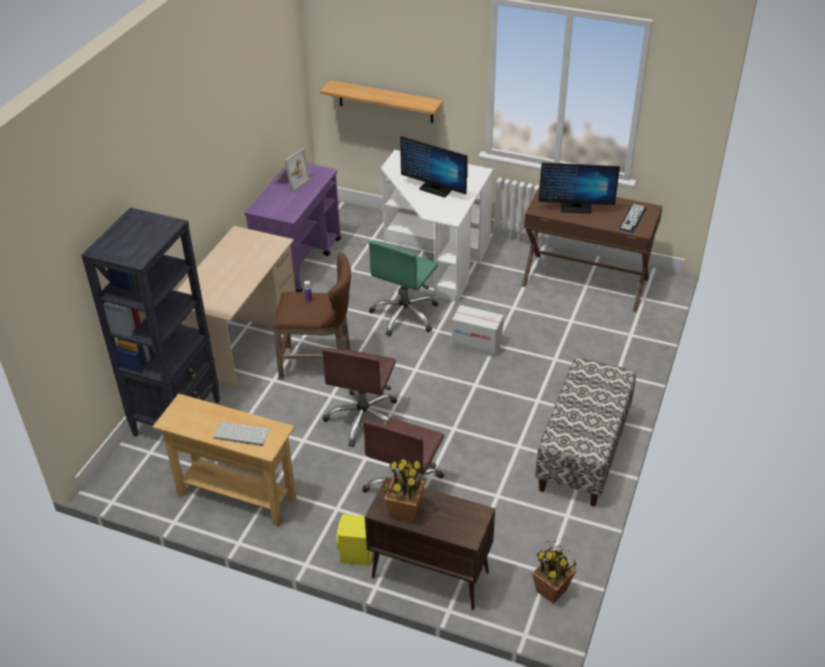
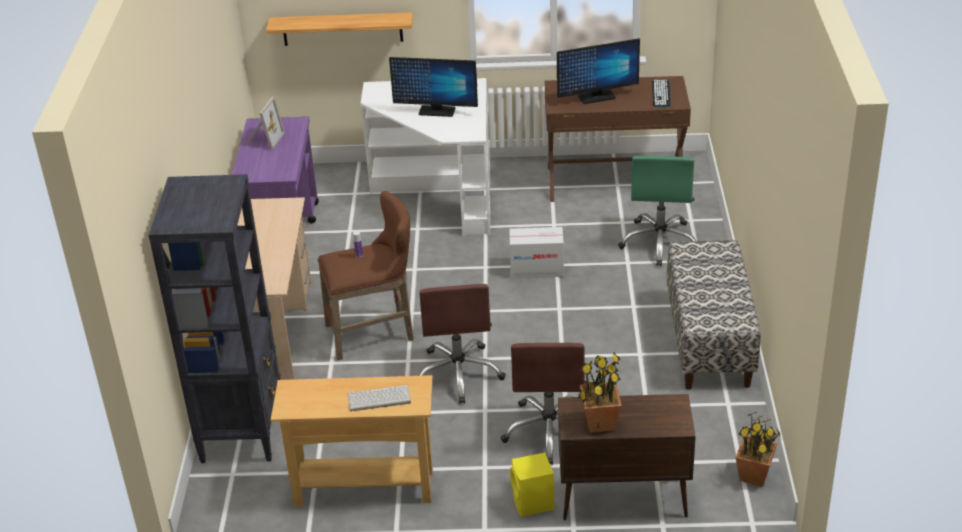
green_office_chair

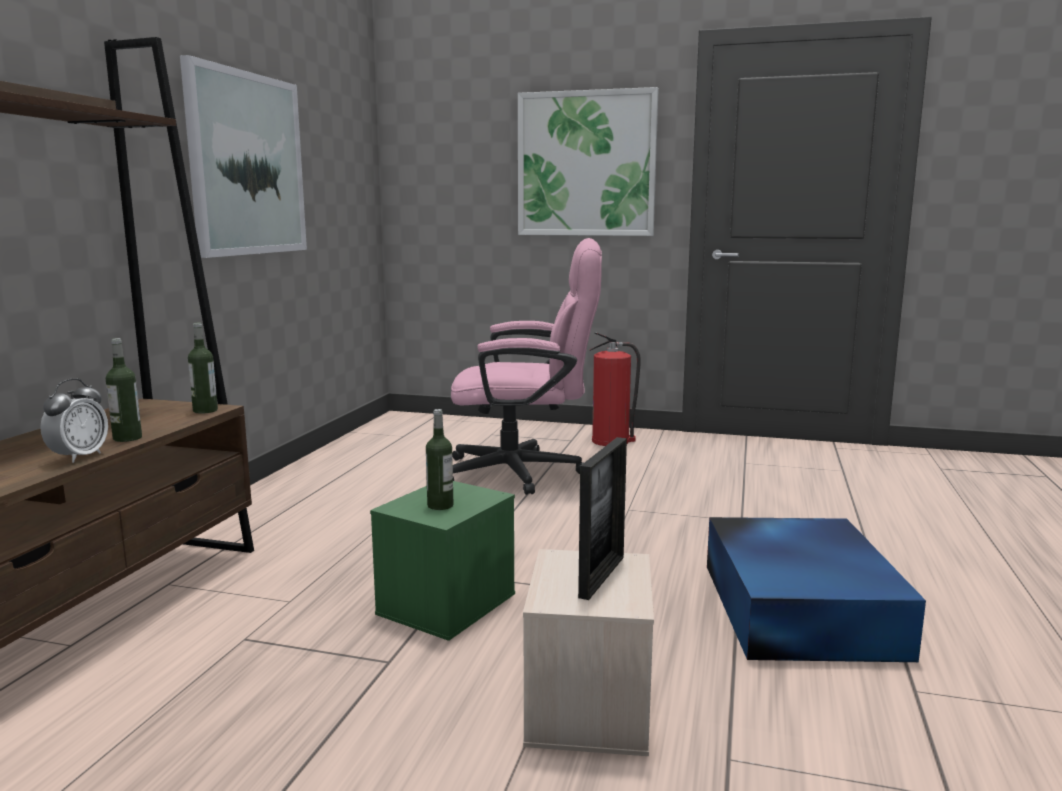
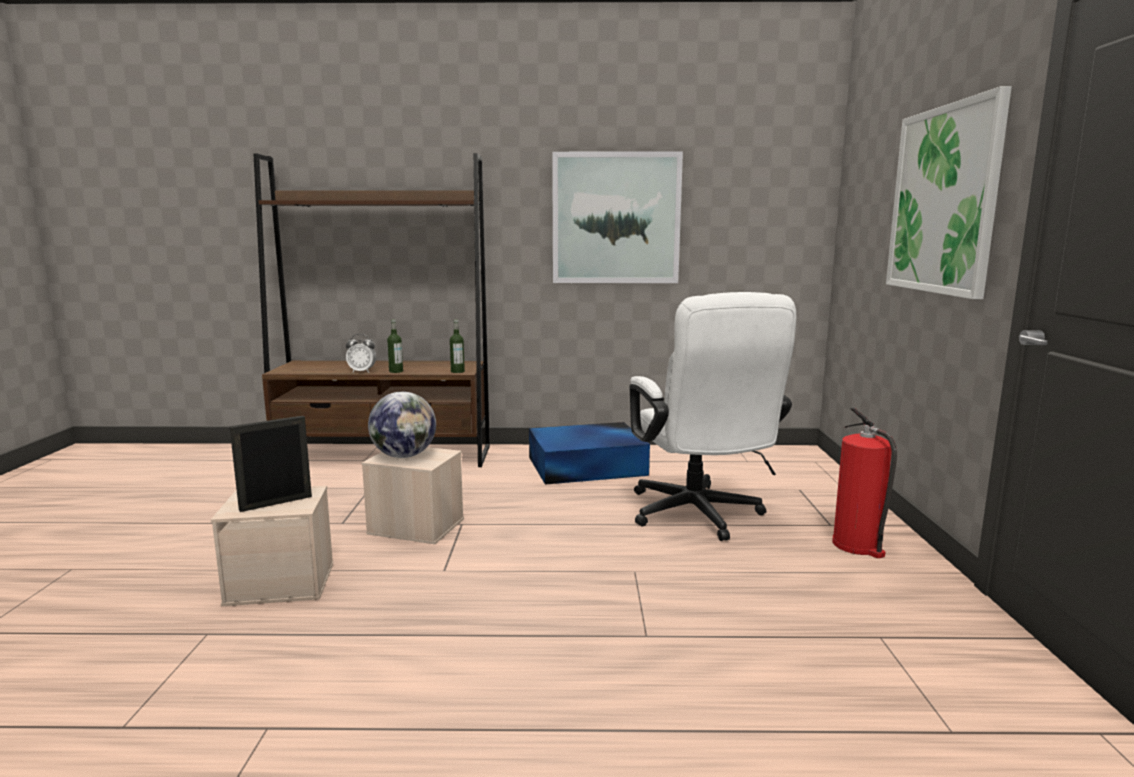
white_office_chair
globe
picture_frame
beige_storage_box (no. 2 from left)
blue_storage_box

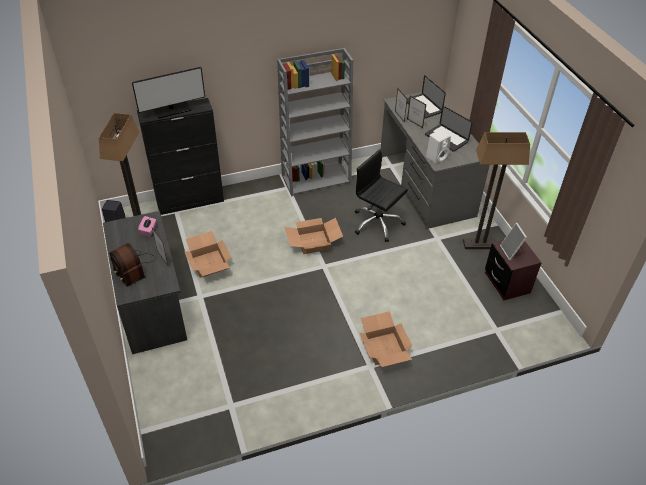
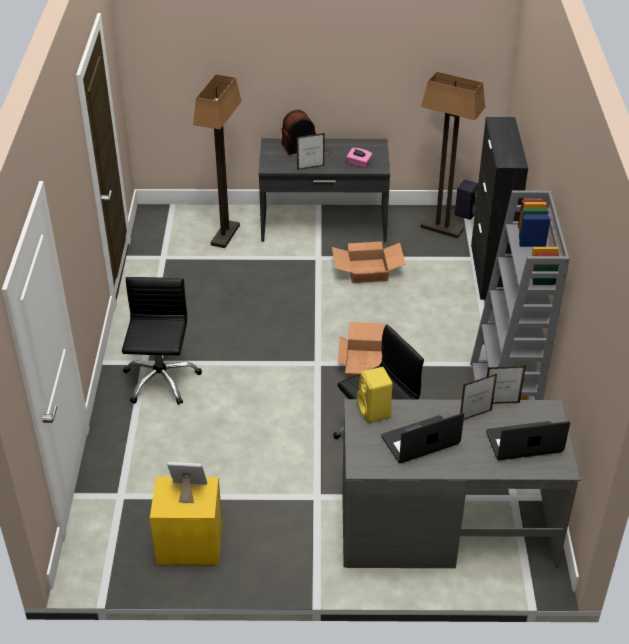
monitor
yellow_speaker
floor_lamp (no. 1 from left)
yellow_nightstand
black_office_chair (no. 1 from left)

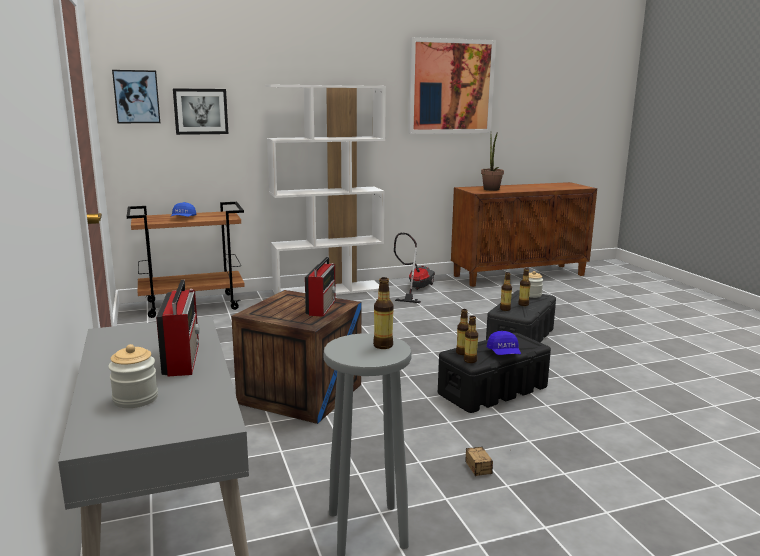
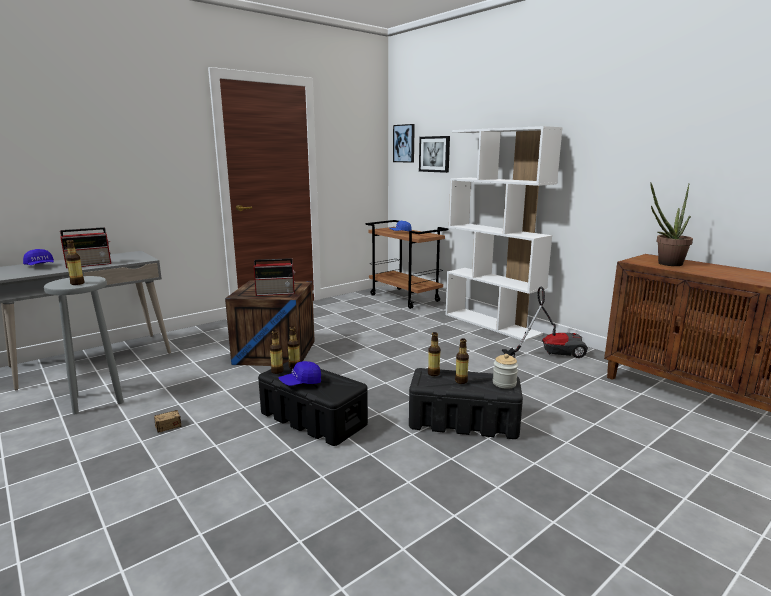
picture (no. 3 from left in the first image)
blue_cap (no. 1 from left)

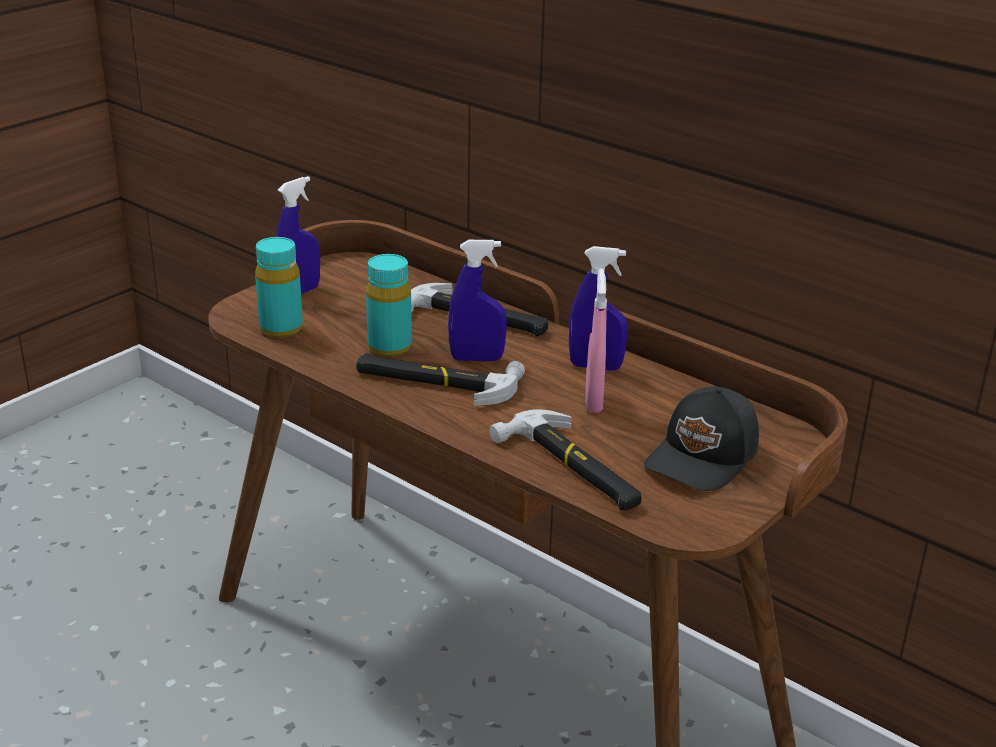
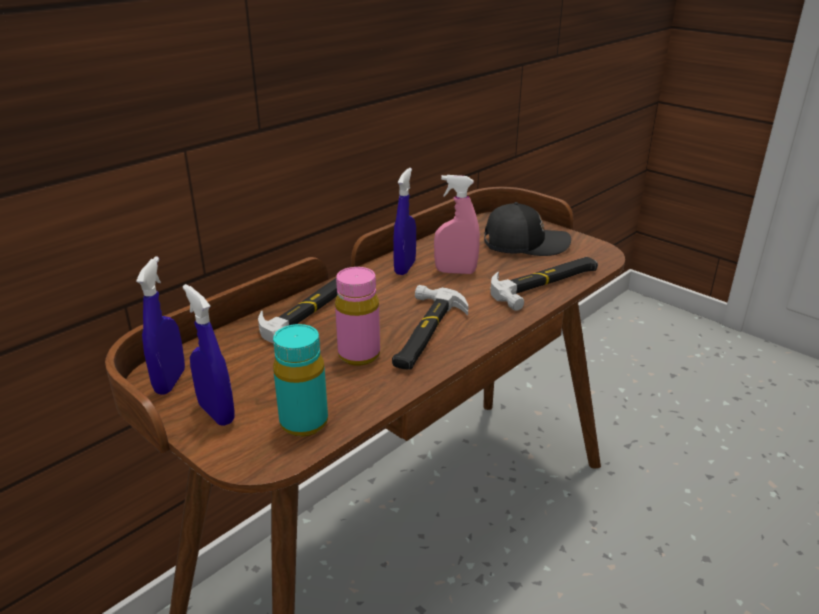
blue_spray_bottle (no. 1 from left)
pink_bottle
black_cap

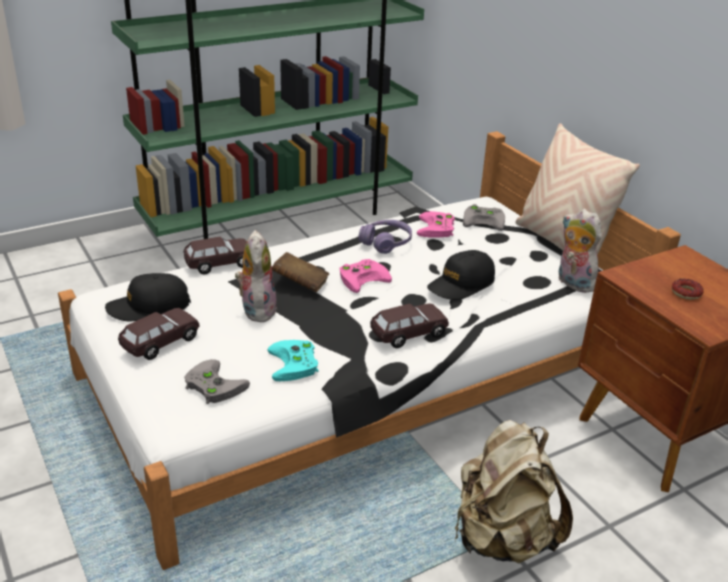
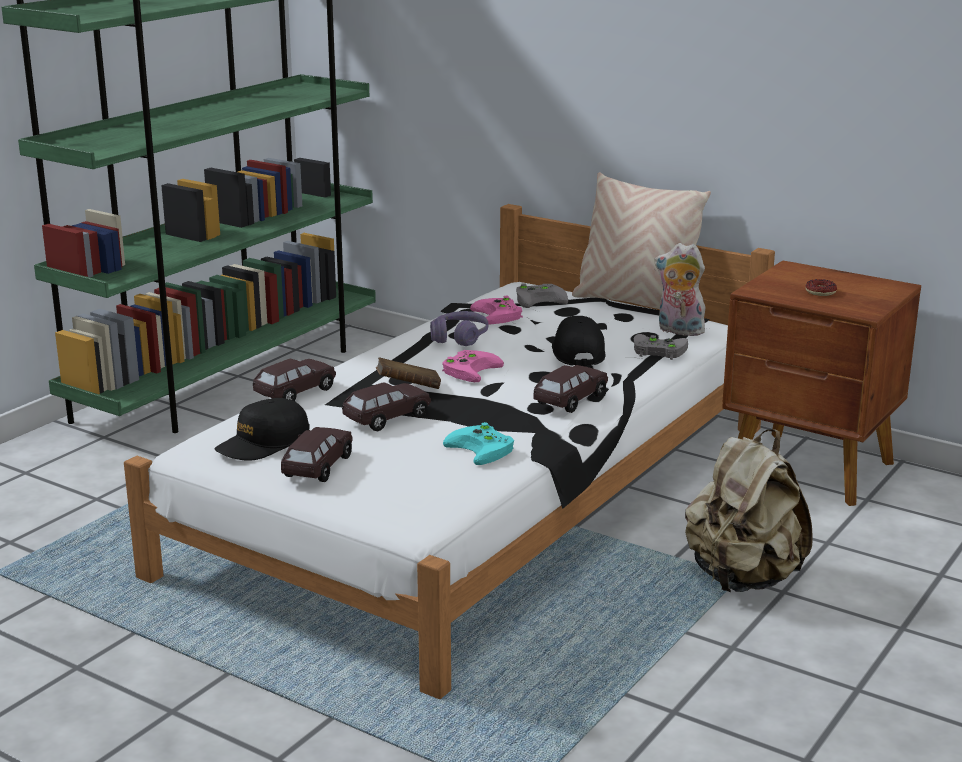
brown_toy_car (no. 3 from left)
black_cap (no. 2 from left)
grey_game_controller (no. 2 from left)

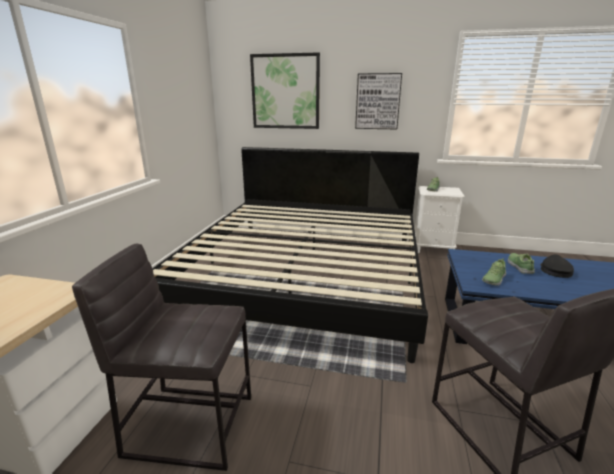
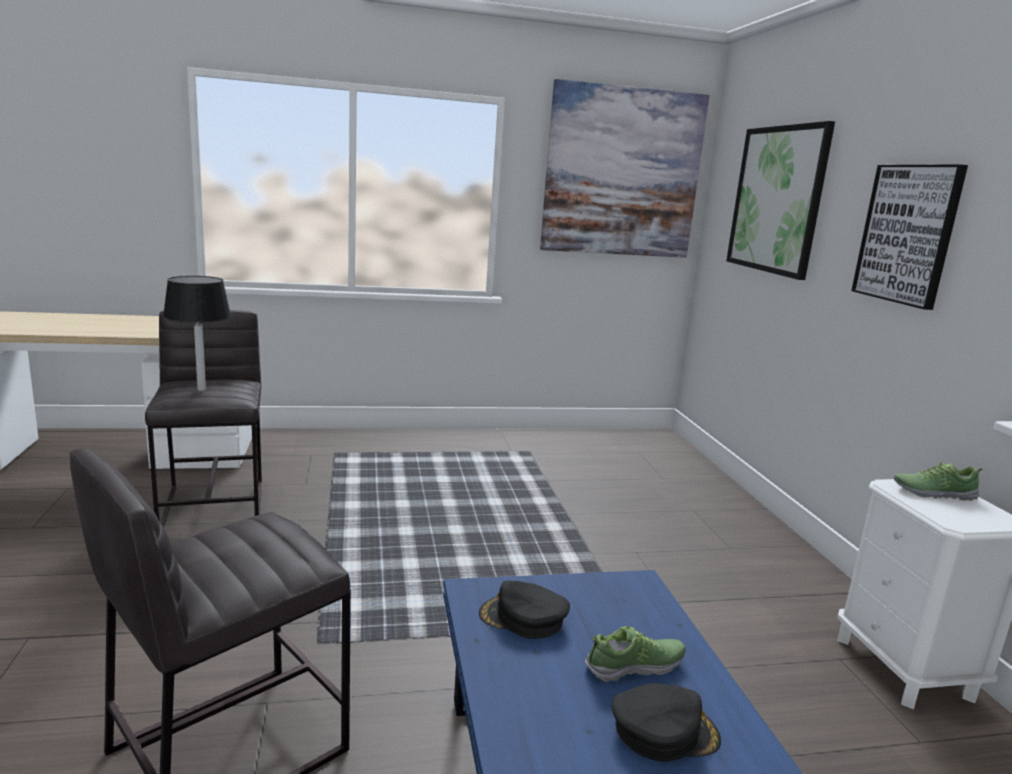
bed
black_cap (no. 1 from left)
picture (no. 1 from left)
black_table_lamp

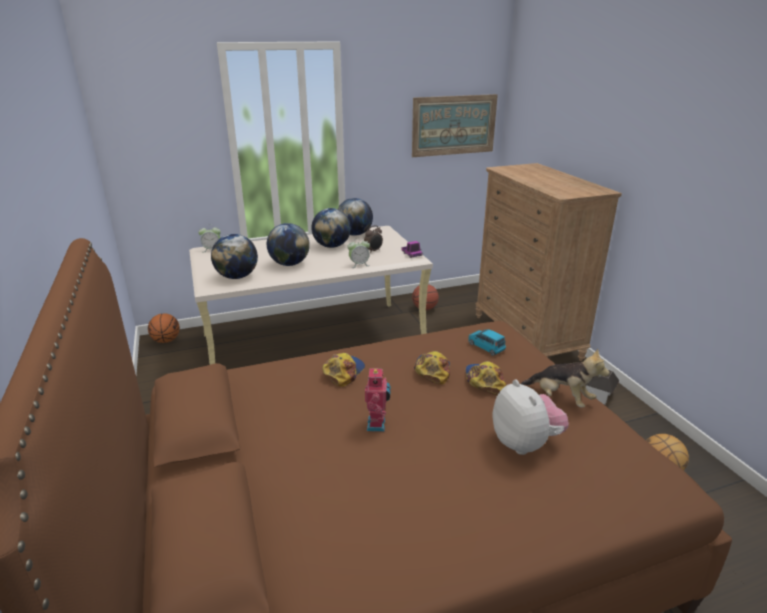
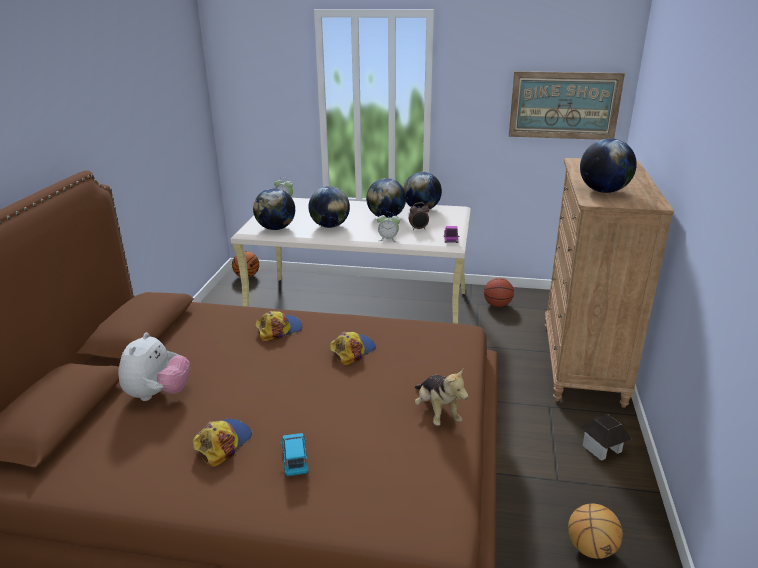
blue_toy_car
cap (no. 1 from left)
toy_robot
plush_toy (no. 1 from left)
globe (no. 5 from left)

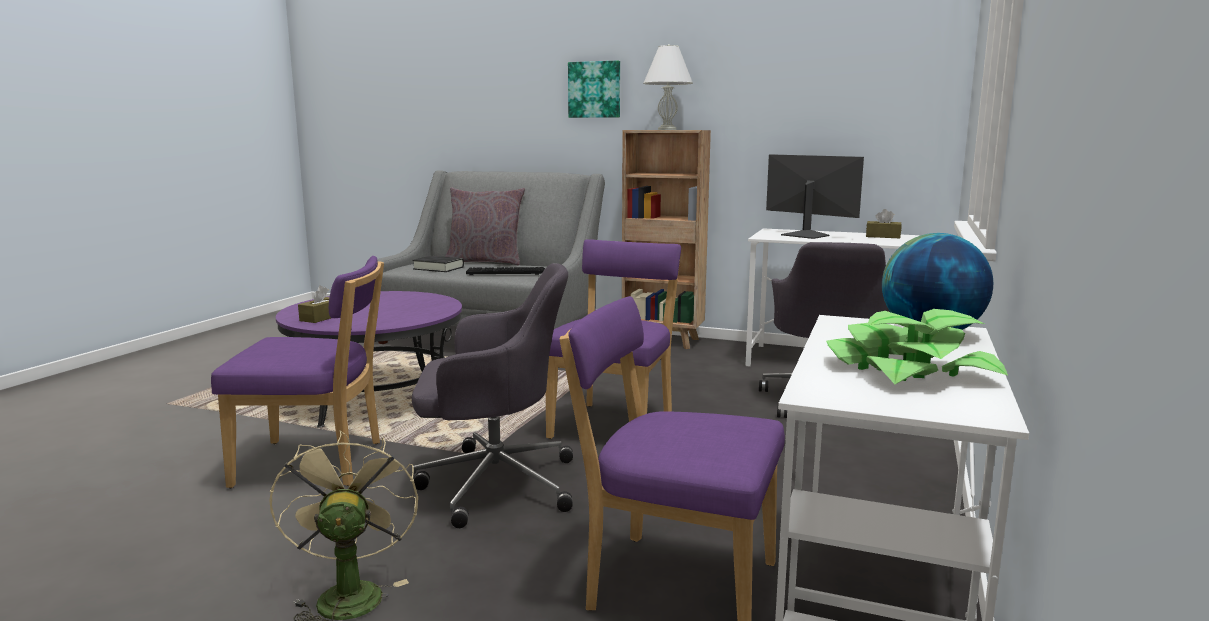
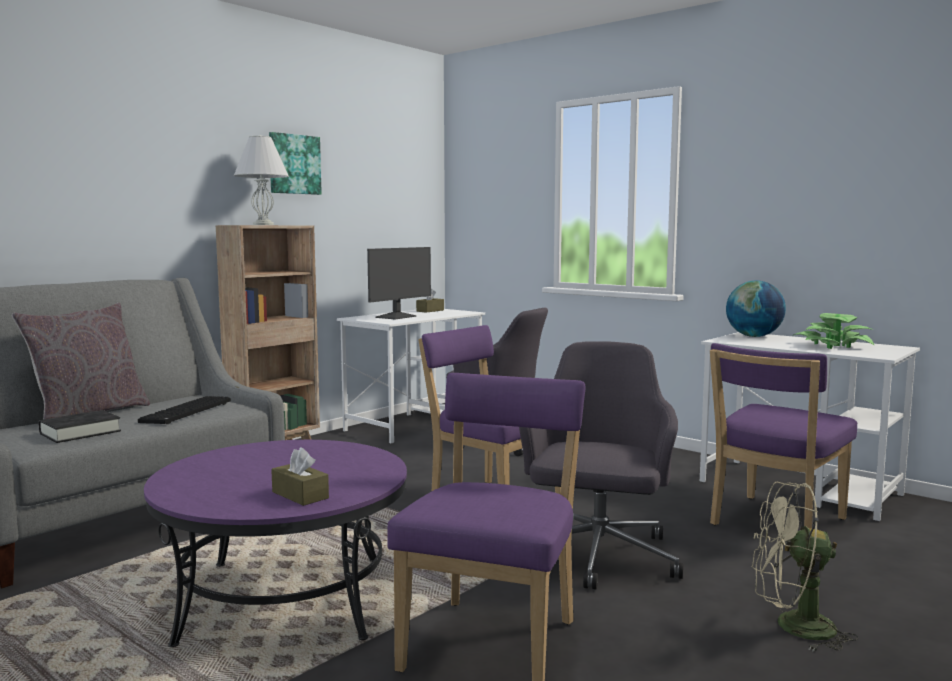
picture
monitor

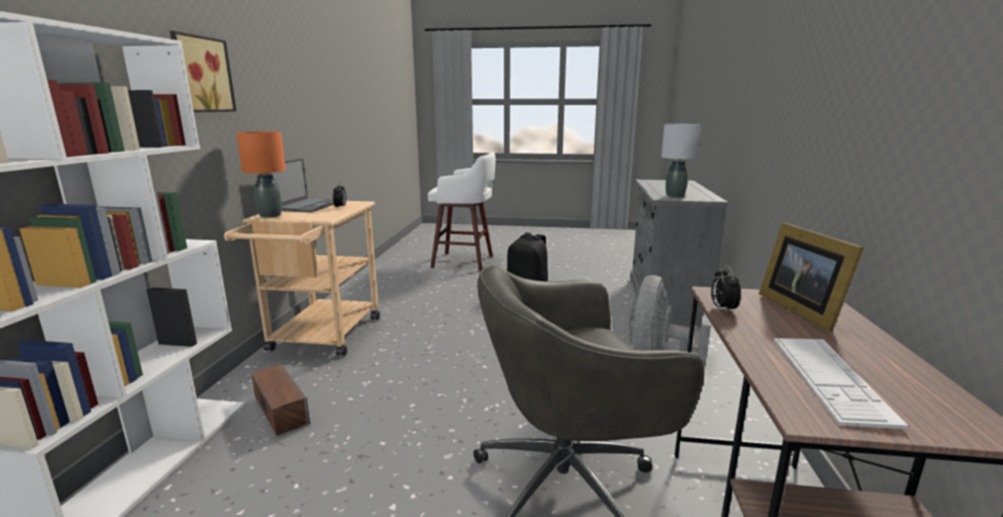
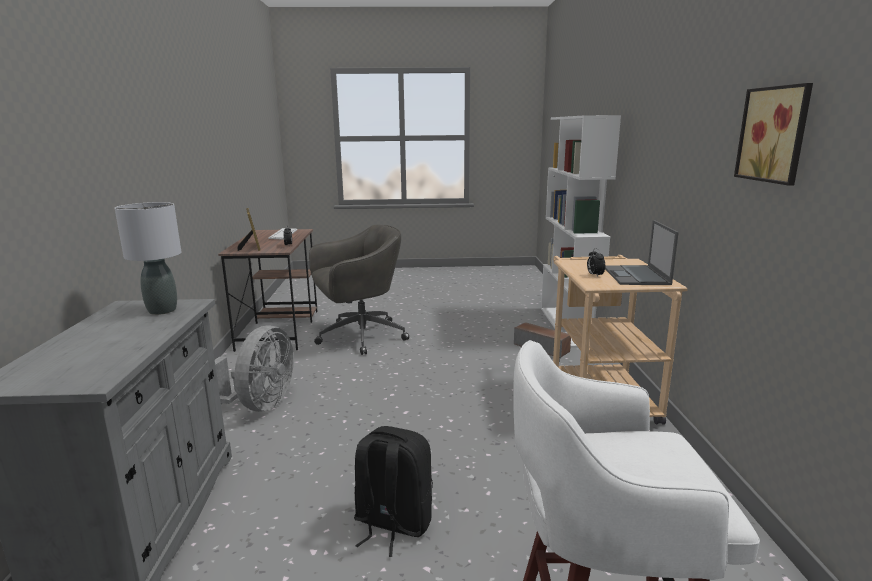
picture
orange_table_lamp

